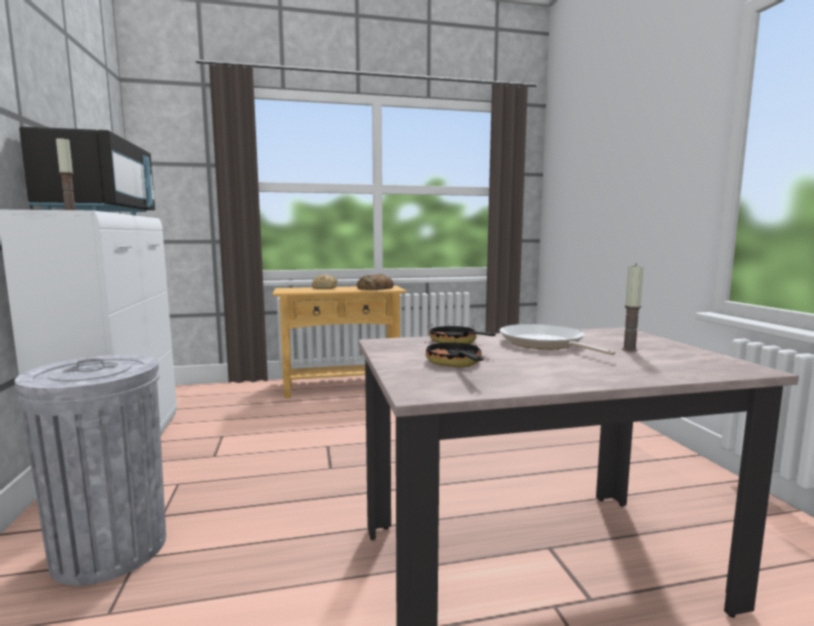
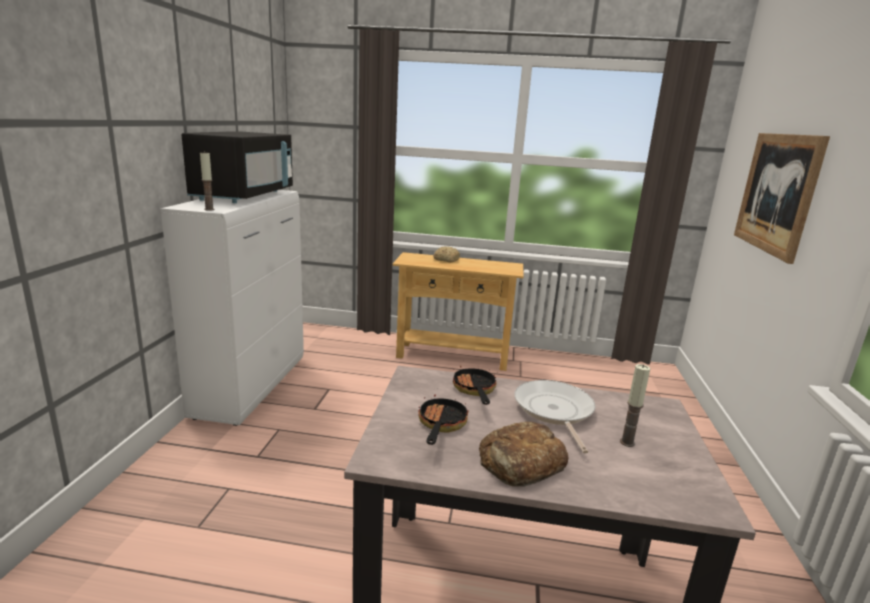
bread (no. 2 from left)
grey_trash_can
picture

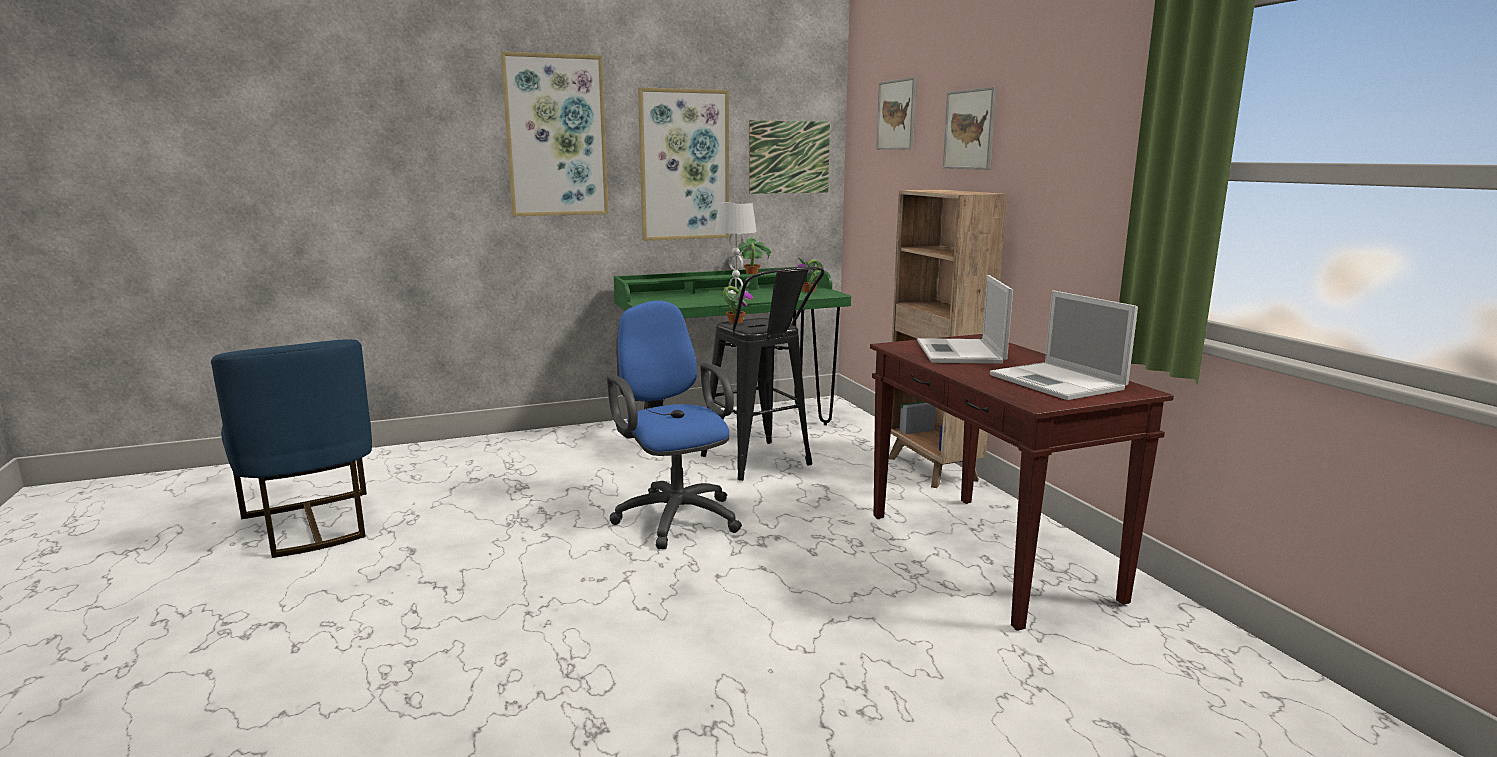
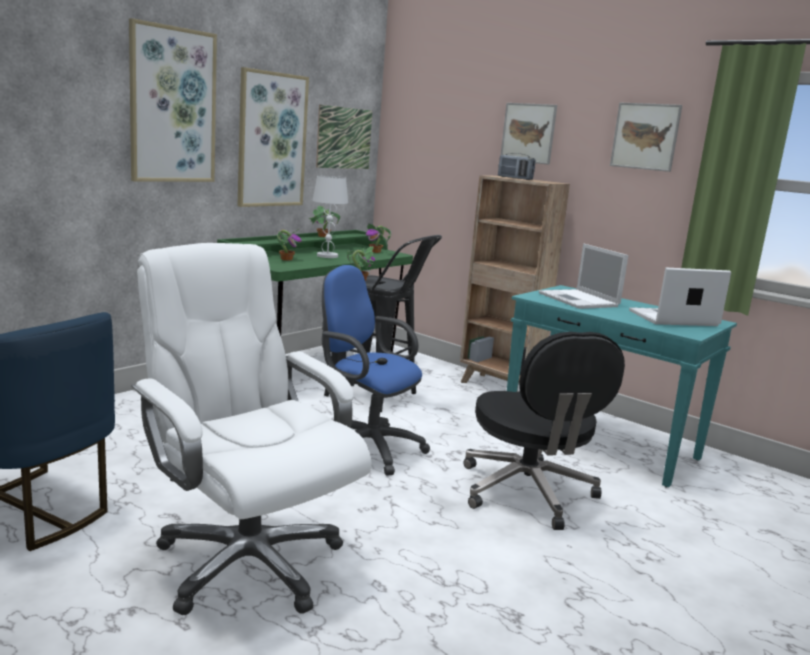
picture (no. 5 from left)
laptop (no. 2 from left)
turquoise_console_table
radio
potted_plant (no. 1 from left)
white_office_chair
black_office_chair

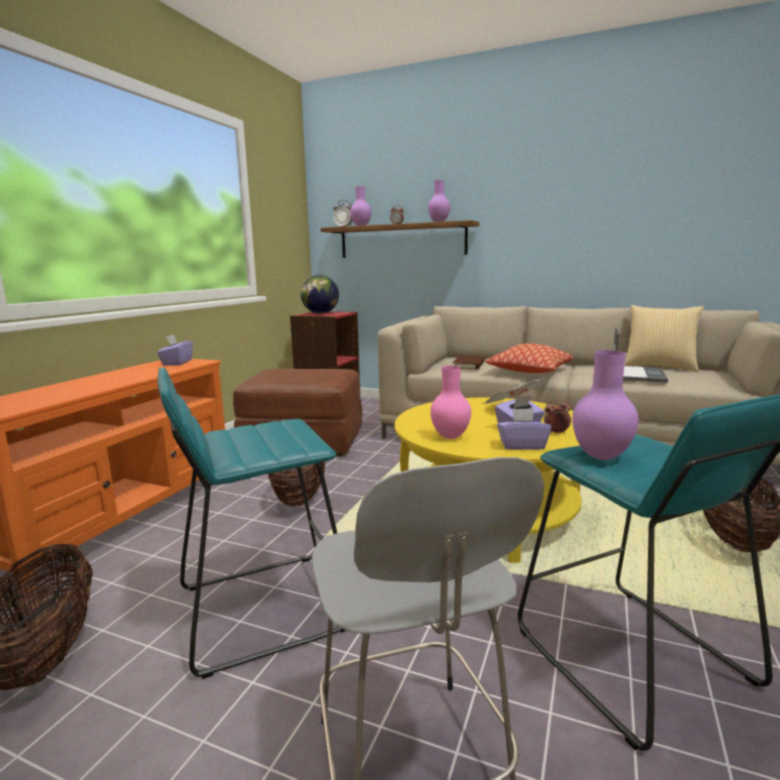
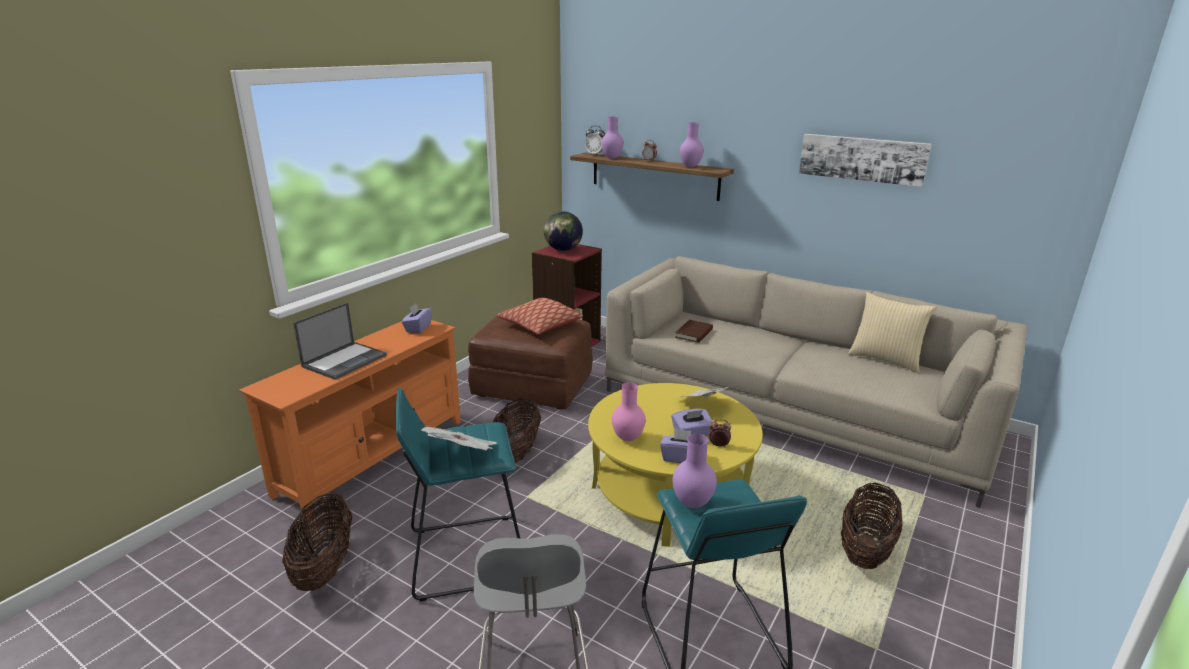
laptop
pillow (no. 1 from left)
picture
newspaper (no. 1 from left)

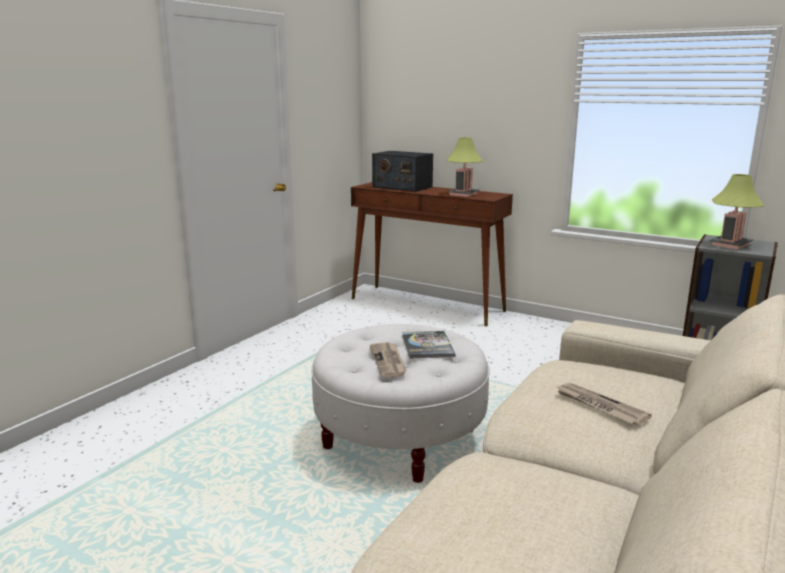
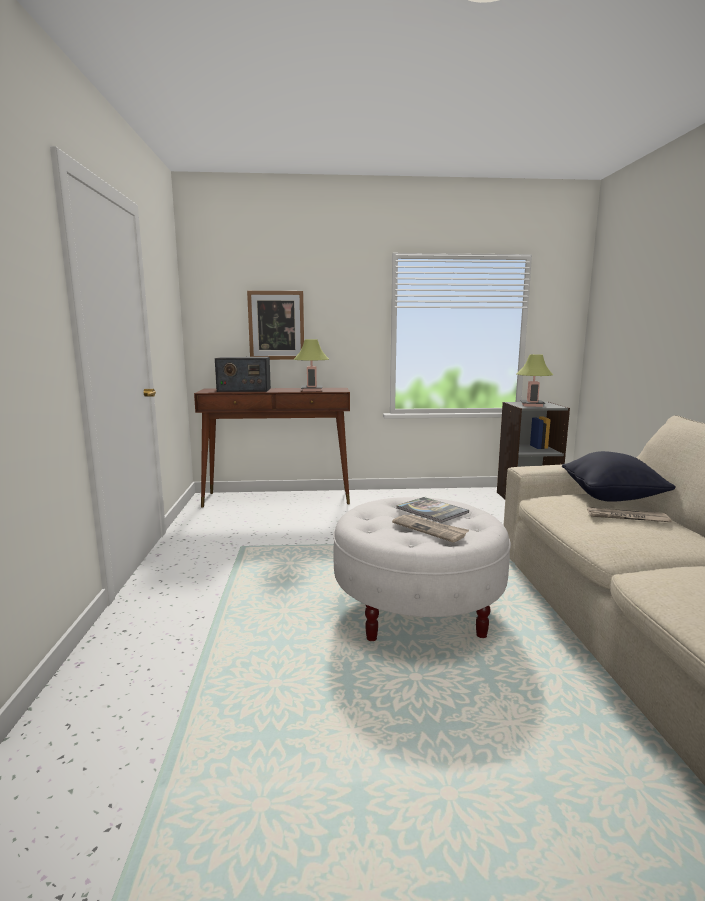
picture
black_pillow

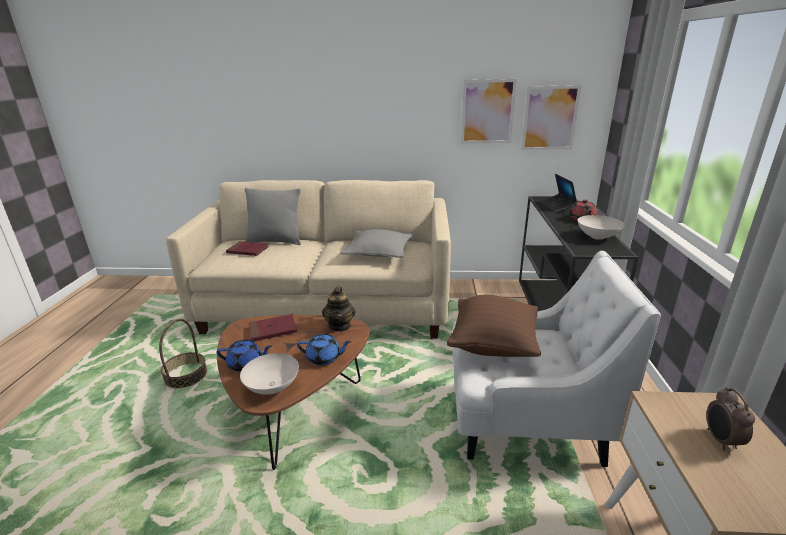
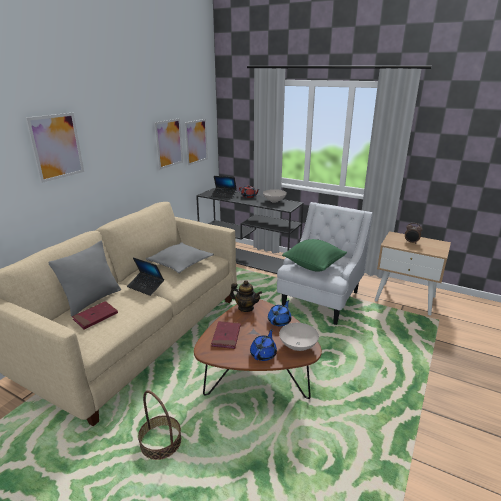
green_pillow
picture (no. 1 from left)
laptop (no. 1 from left)

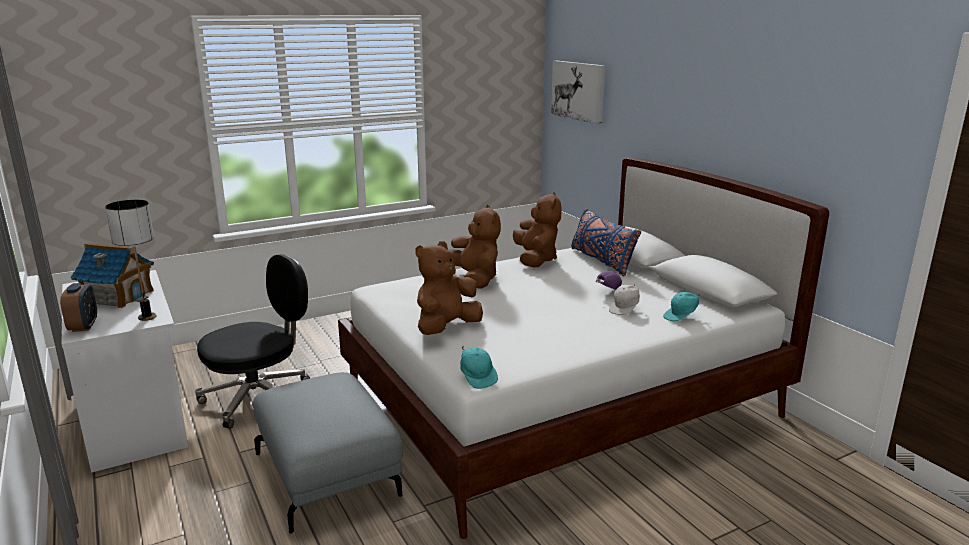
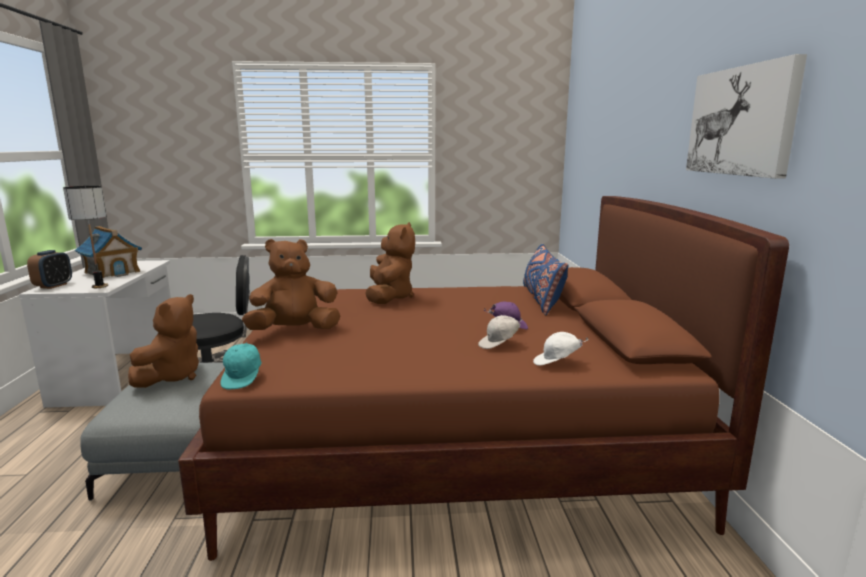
picture
brown_bed
brown_plush_toy (no. 1 from left)
white_cap (no. 2 from left)

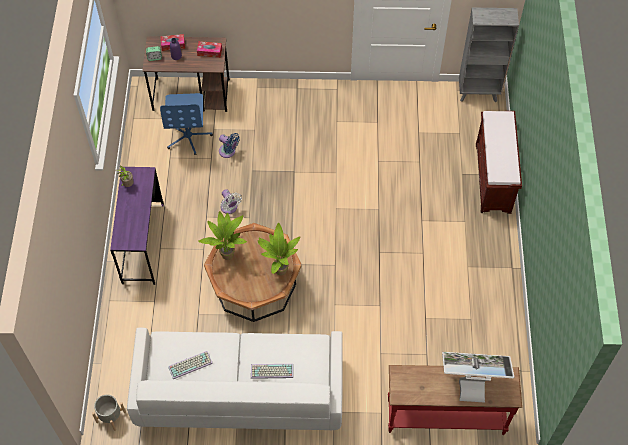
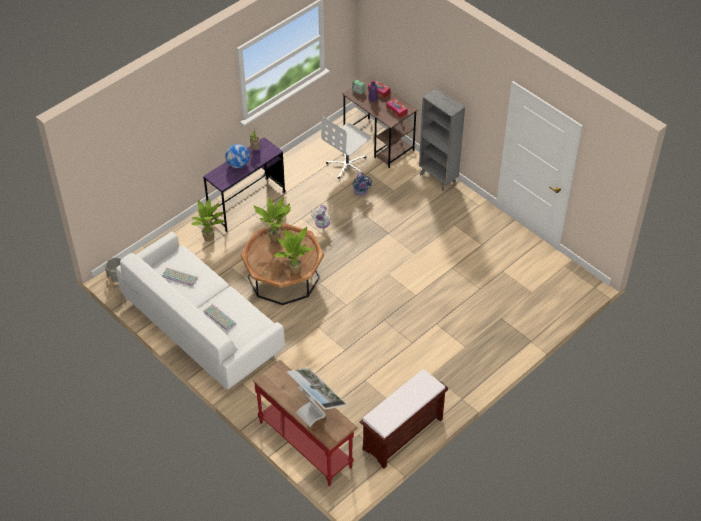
grey_bookcase
white_office_chair
brown_bench
globe
potted_plant (no. 1 from left)

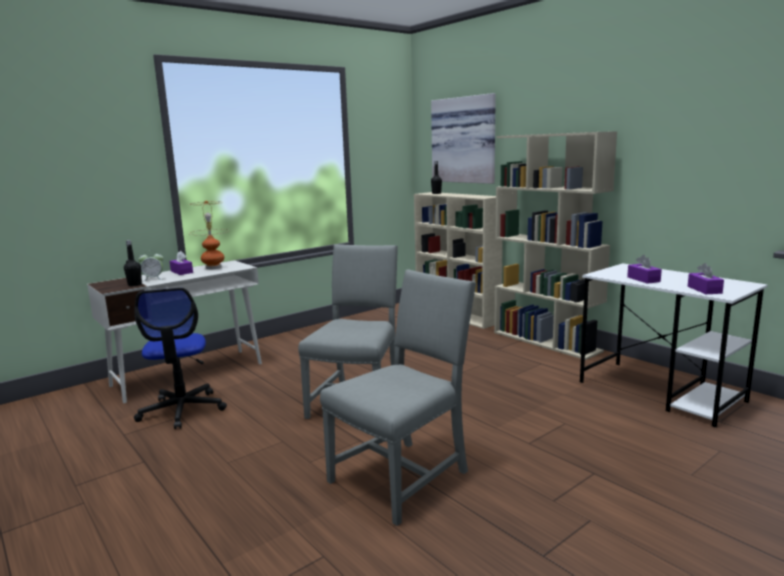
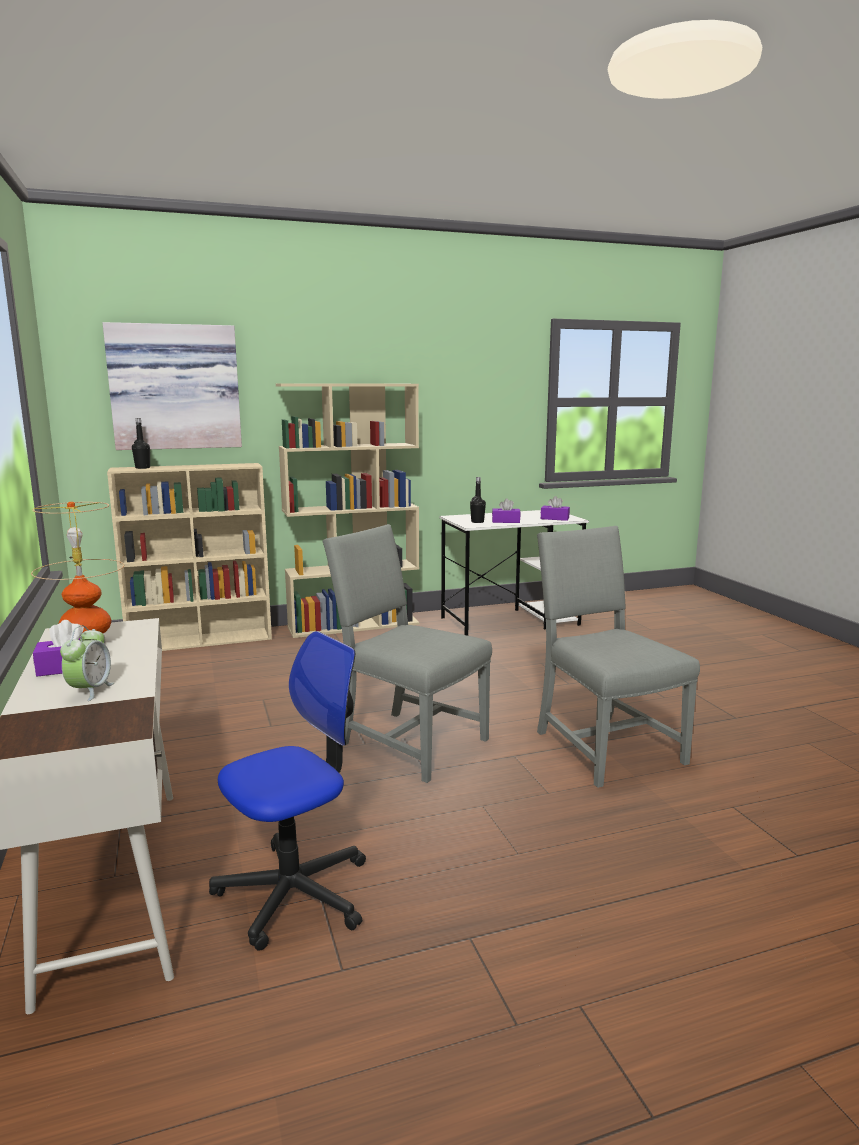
black_bottle (no. 2 from left)
office_chair

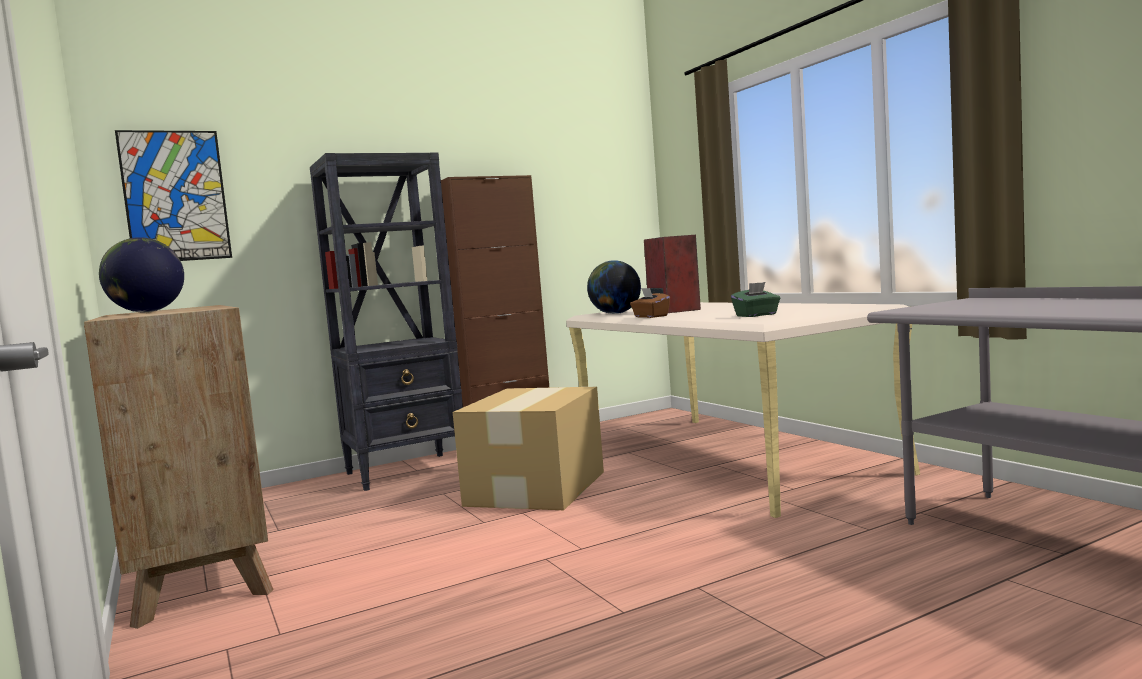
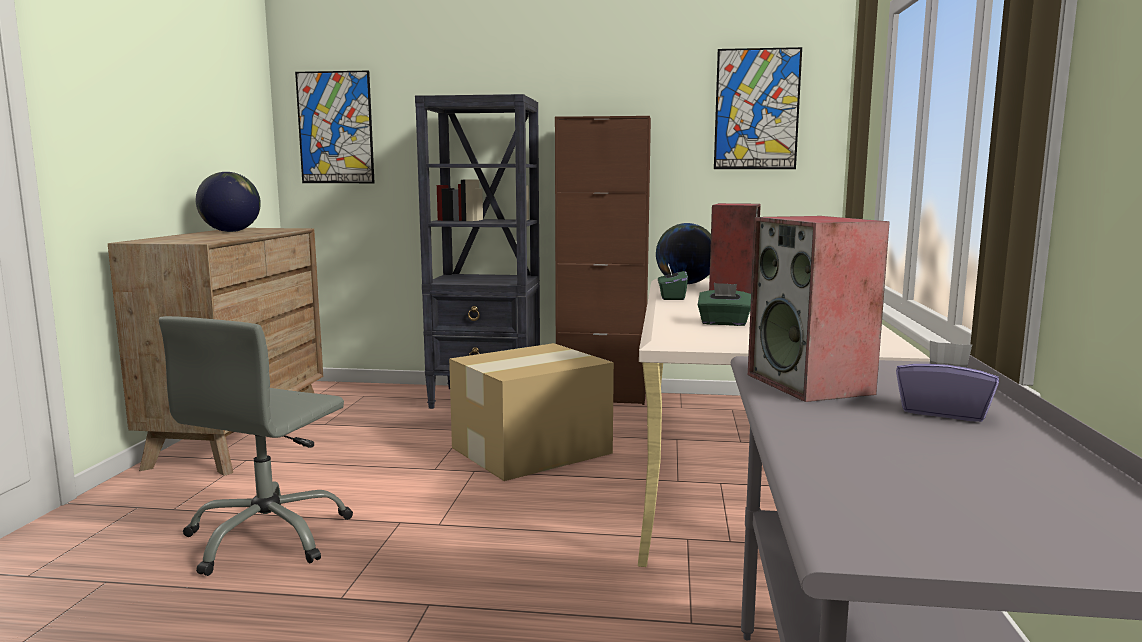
green_tissue_box (no. 1 from left)
picture (no. 2 from left)
speaker (no. 2 from left)
grey_office_chair
purple_tissue_box

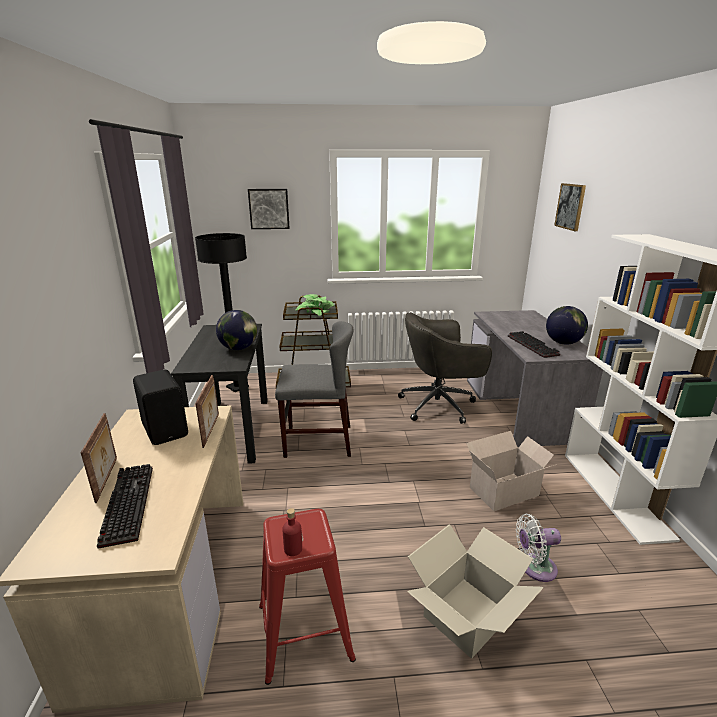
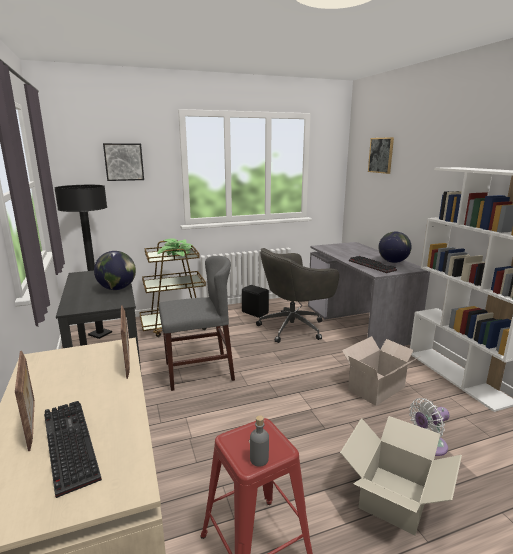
black_speaker
grey_bottle

